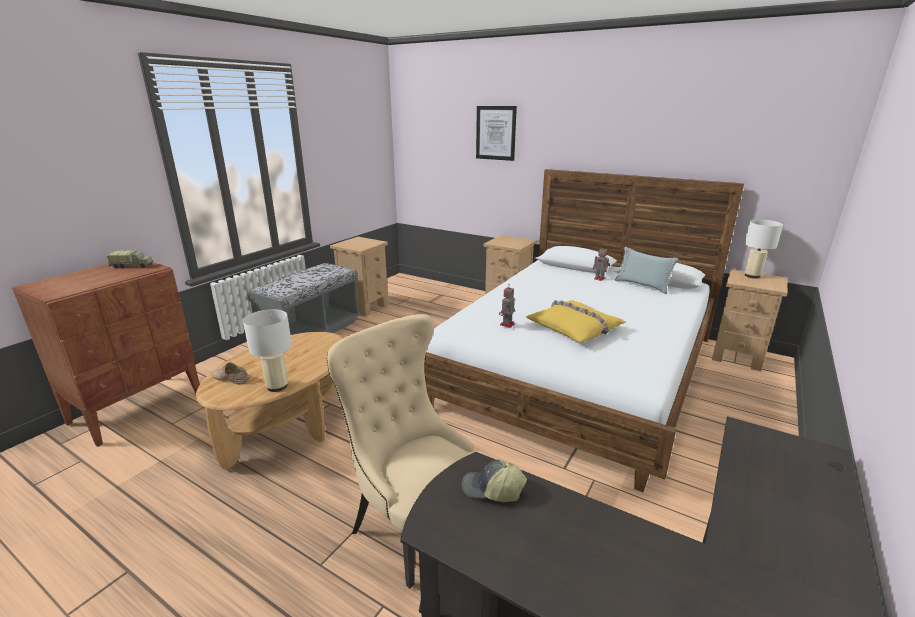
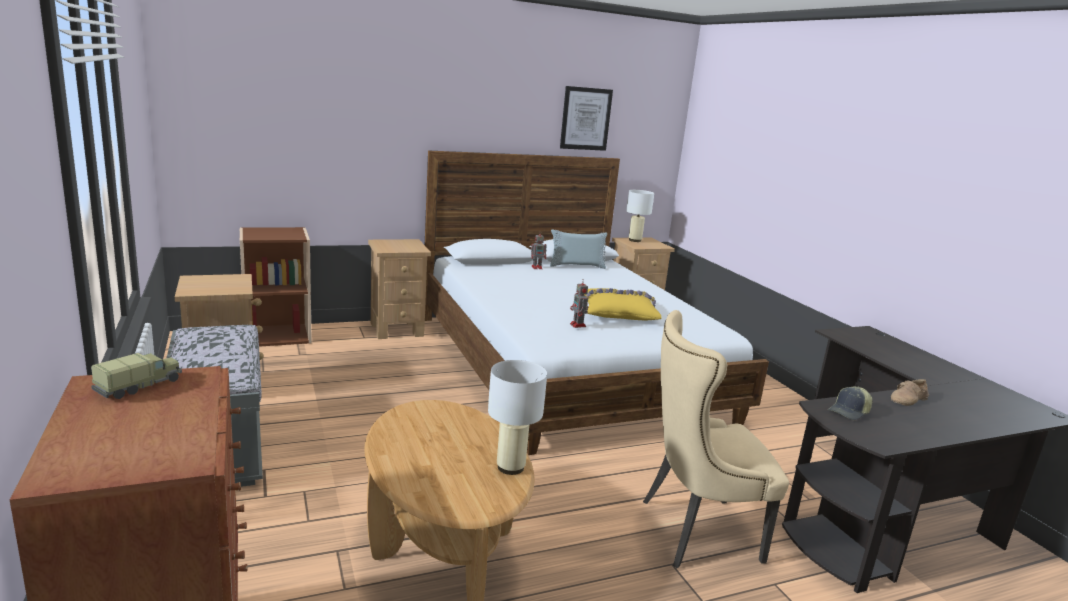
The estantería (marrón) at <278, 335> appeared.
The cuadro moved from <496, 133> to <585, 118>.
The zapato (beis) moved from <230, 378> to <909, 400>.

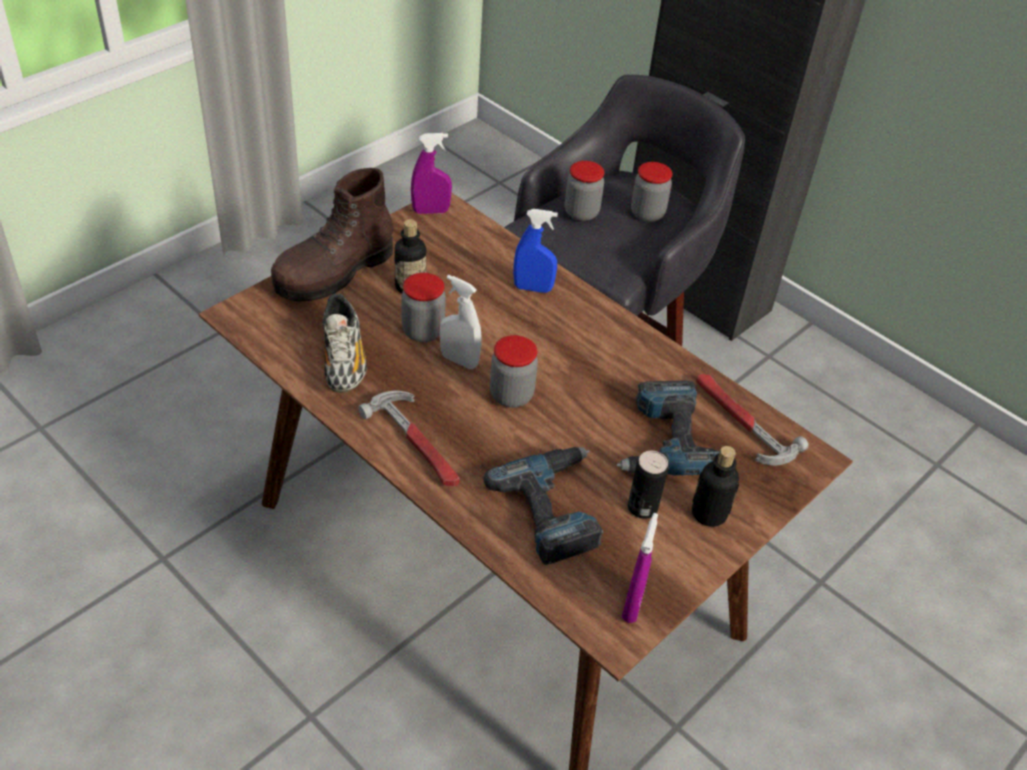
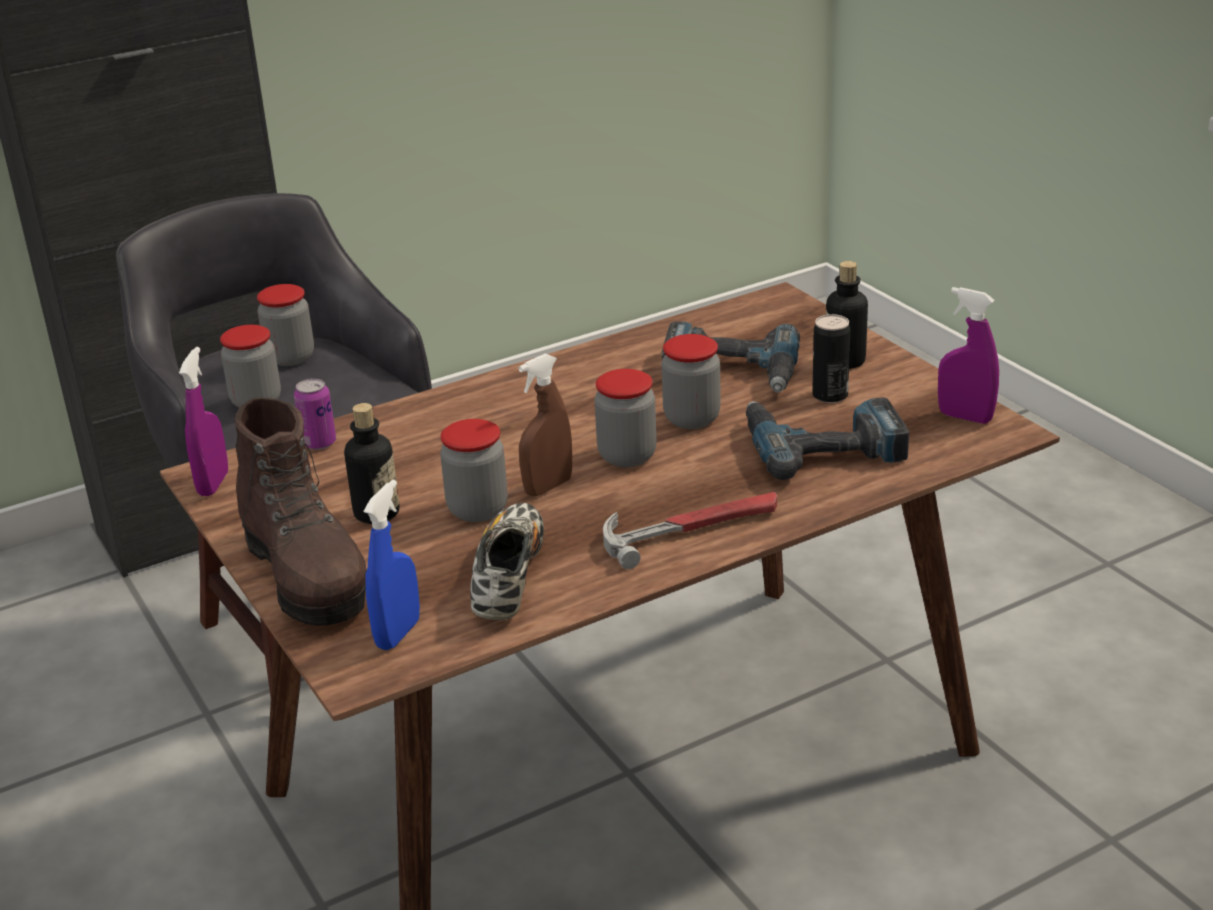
The lata at <319, 443> appeared.
The pulverizador (azul) moved from <533, 288> to <398, 634>.
The zapato at <343, 360> turned 90 degrees counterclockwise.
The pulverizador (blanco) at <459, 360> became the pulverizador (marrón) at <548, 487>.
The tarro at <691, 418> appeared.
The martillo at <740, 422> disappeared.

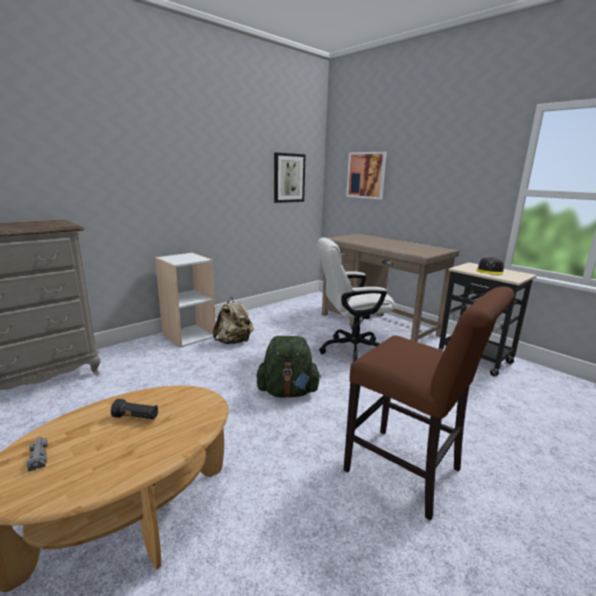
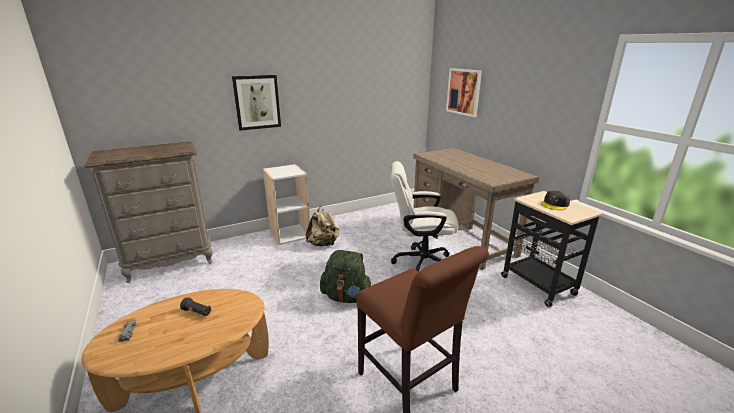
The cuadro moved from <289, 178> to <257, 102>.

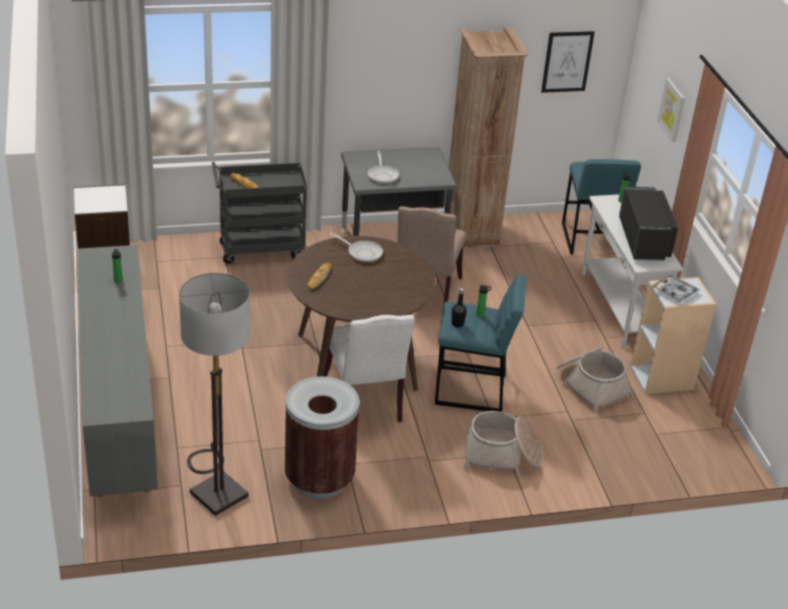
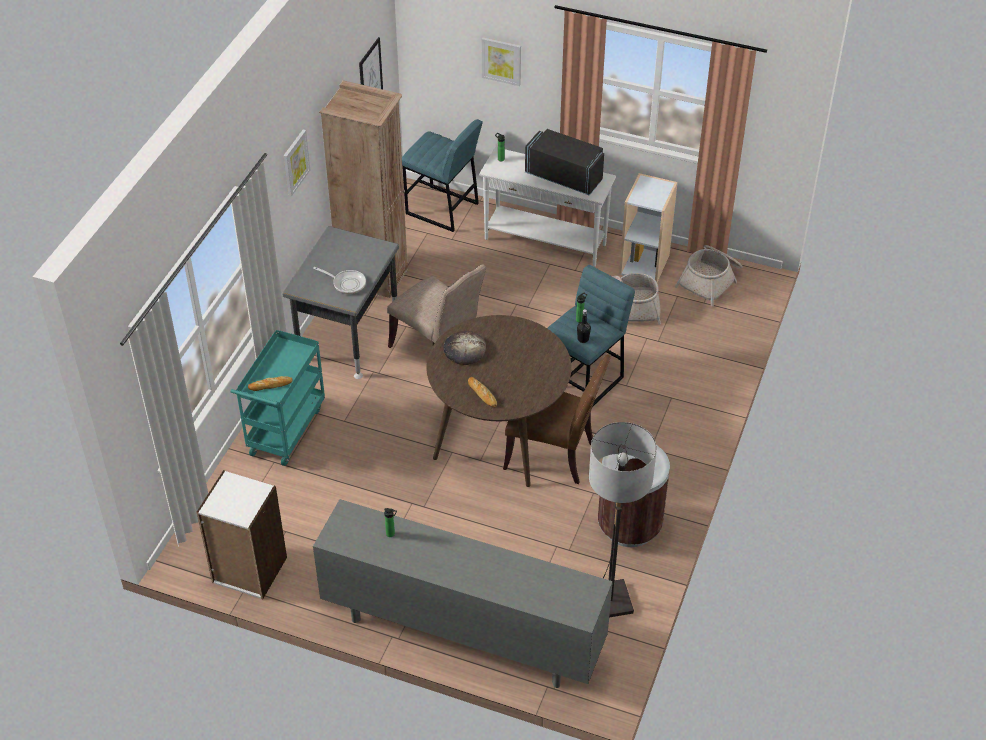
The carrito (gris) at <259, 252> became the carrito (turquesa) at <285, 434>.
The cuadro at <295, 162> appeared.
The sartén at <362, 253> was replaced by the pan at <464, 350>.
The silla (blanco) at <365, 402> became the silla (marrón) at <554, 455>.
The cesta moved from <502, 455> to <710, 280>.
The bandeja at <674, 292> disappeared.

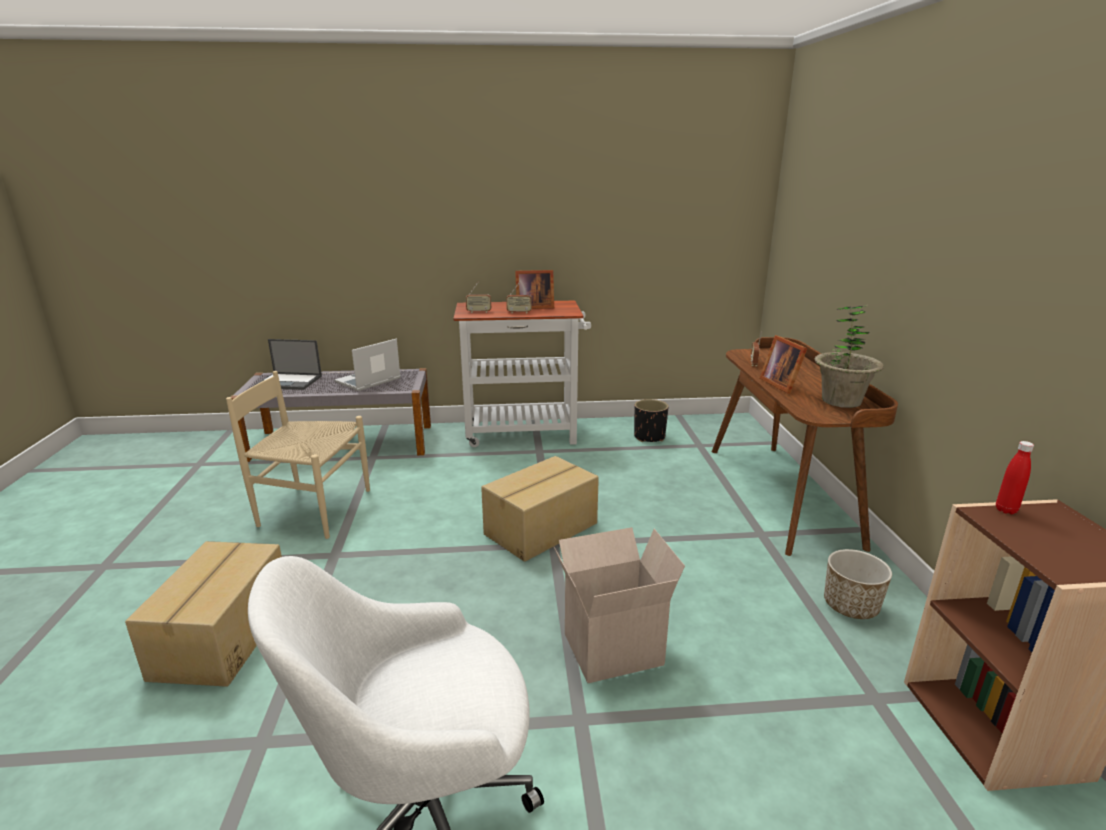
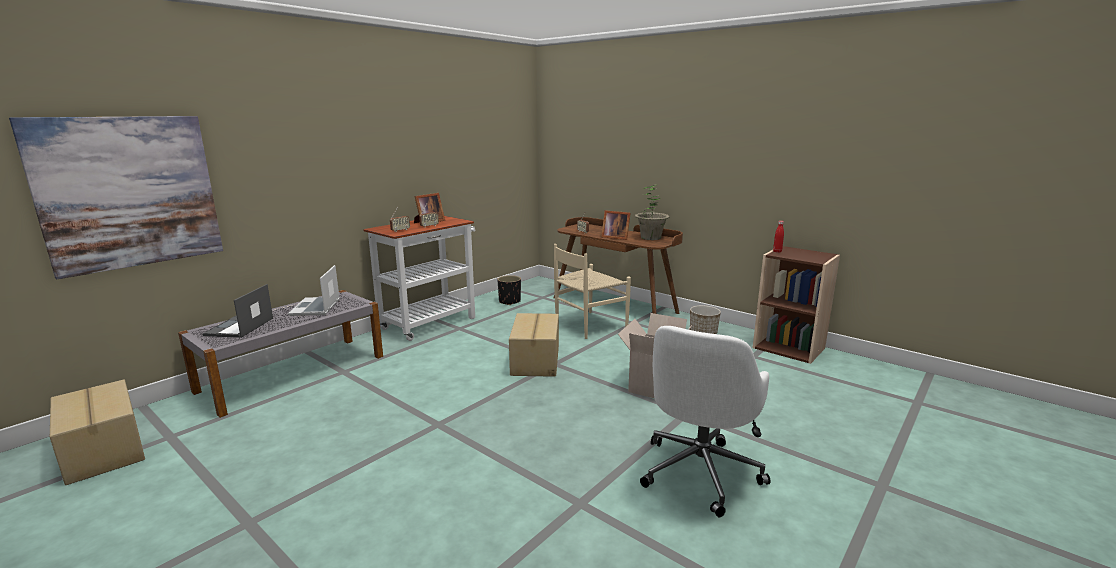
The cuadro at <129, 192> appeared.
The caja de cartón moved from <221, 637> to <102, 451>.
The portátil at <289, 381> turned 135 degrees clockwise.
The silla (beis) moved from <313, 510> to <589, 326>.

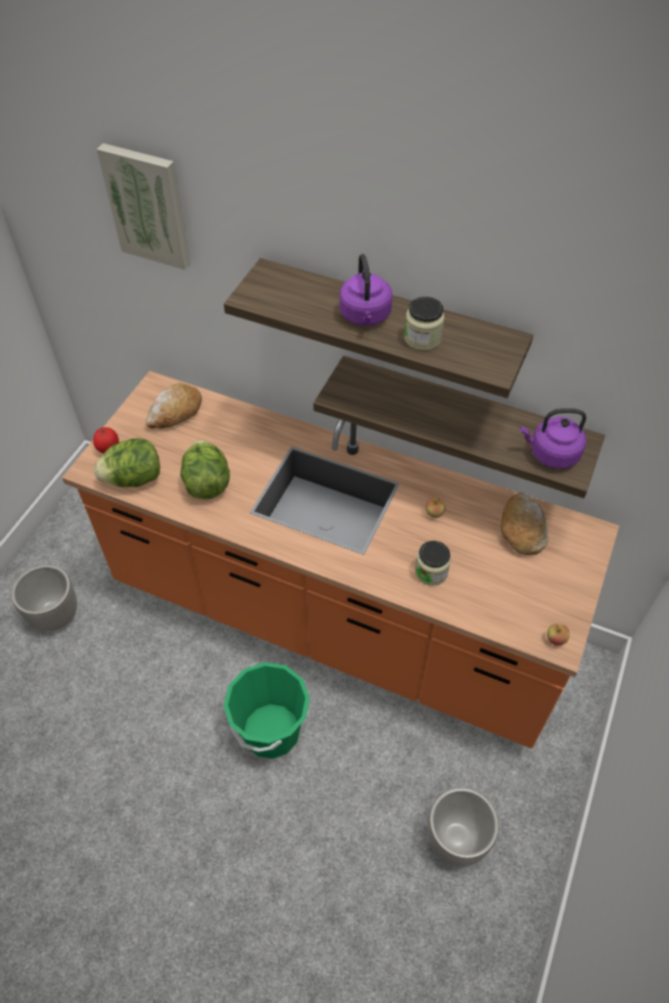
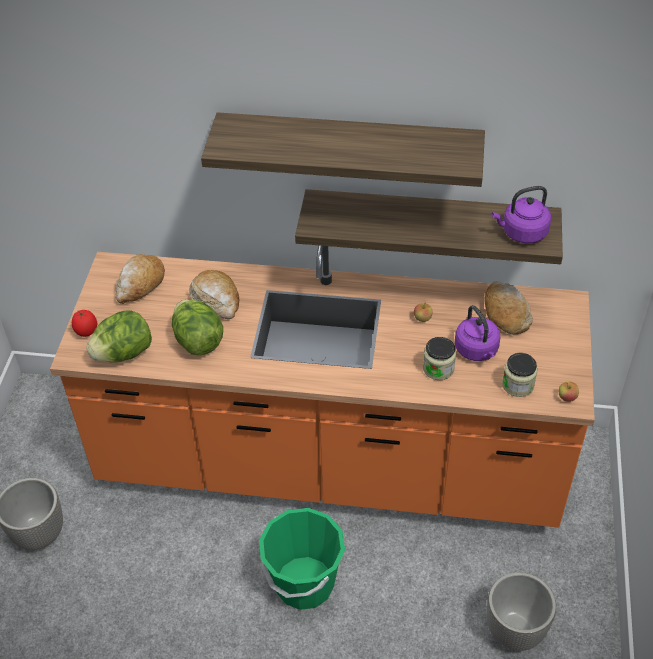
The pan at <216, 300> appeared.
The hervidor (morado) moved from <365, 316> to <477, 351>.
The tarro moved from <422, 338> to <517, 385>.
The cuadro at <148, 206> disappeared.

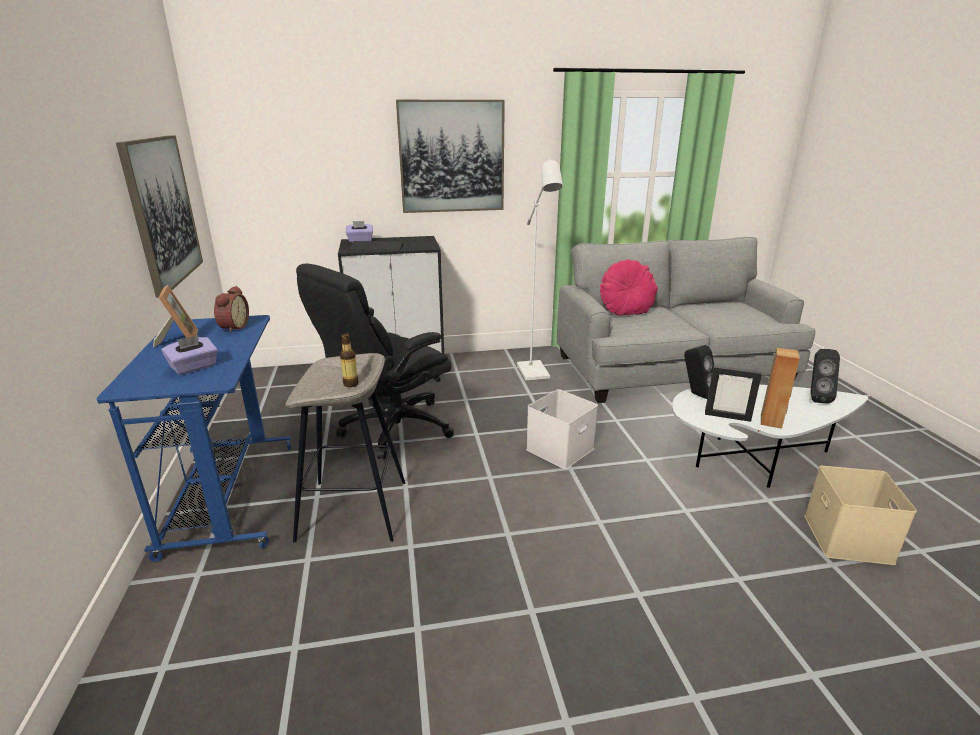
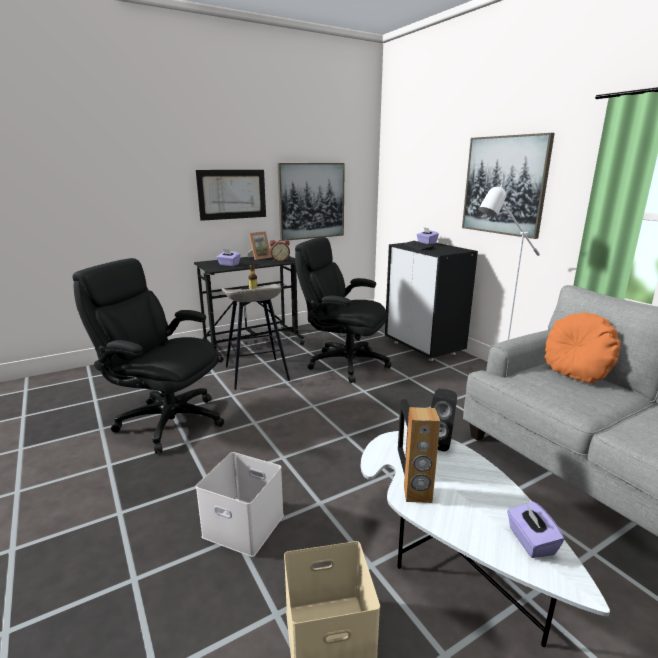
The silla de oficina (negro) at <165, 420> appeared.
The escritorio (azul) at <231, 496> became the escritorio (negro) at <254, 345>.
The cuadro at <232, 194> appeared.
The caja de almacenaje (blanco) moved from <560, 450> to <241, 526>.
The altavoz (negro) at <815, 398> was replaced by the caja de pañuelos (morado) at <530, 541>.
The cojín (rosa) at <625, 313> became the cojín (naranja) at <575, 375>.

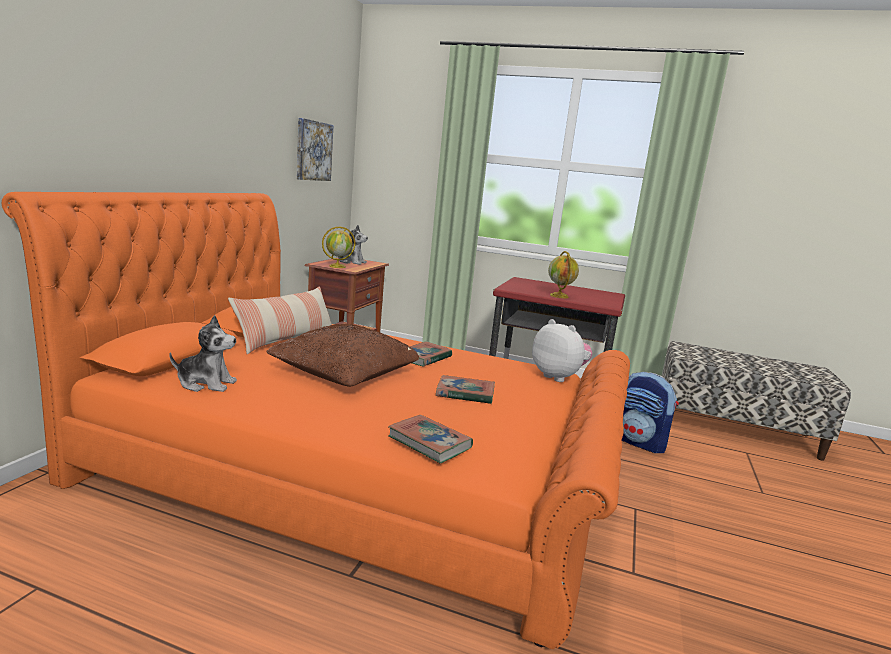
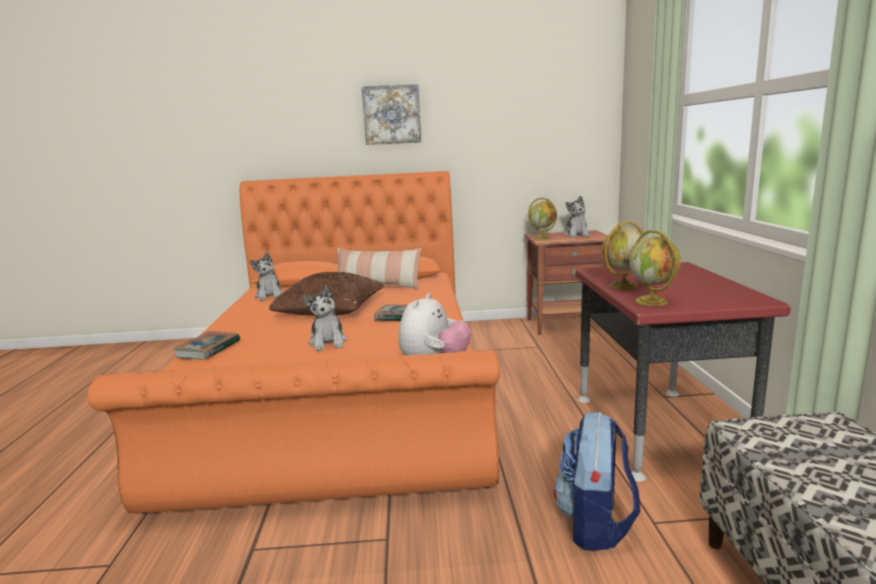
The libro at <465, 394> was replaced by the peluche at <328, 342>.
The cuadro moved from <313, 151> to <392, 115>.
The globo terráqueo at <652, 301> appeared.

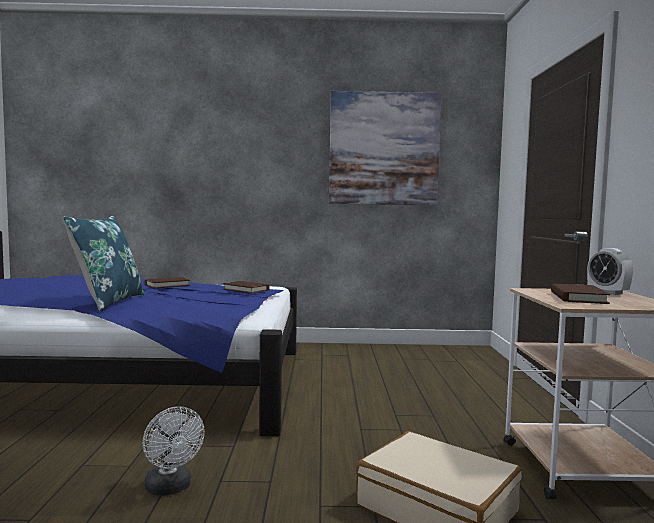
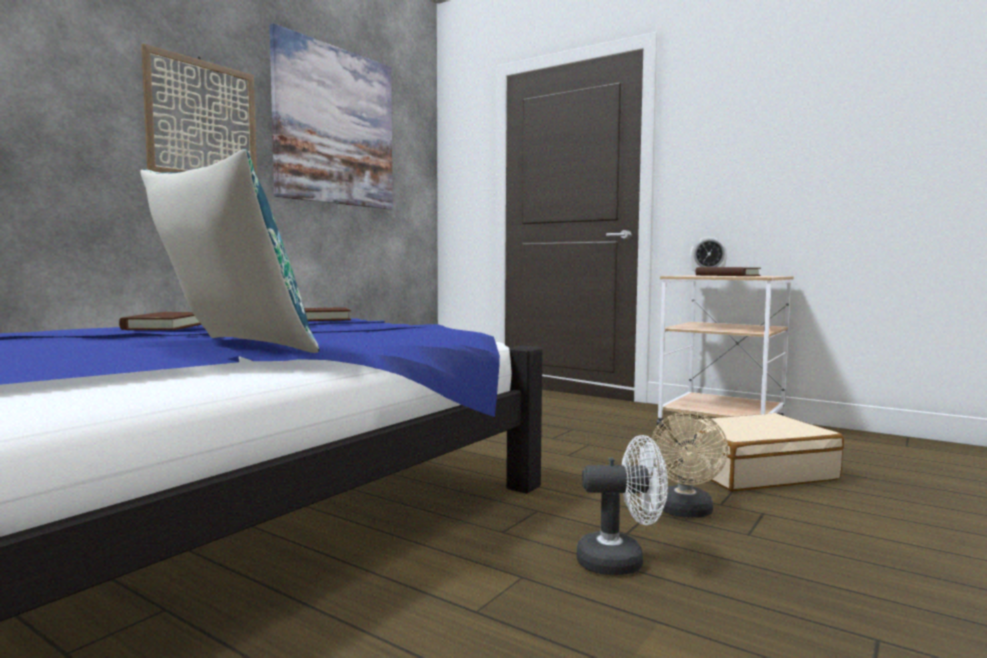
The cuadro at <202, 118> appeared.
The ventilador (beis) at <685, 512> appeared.

